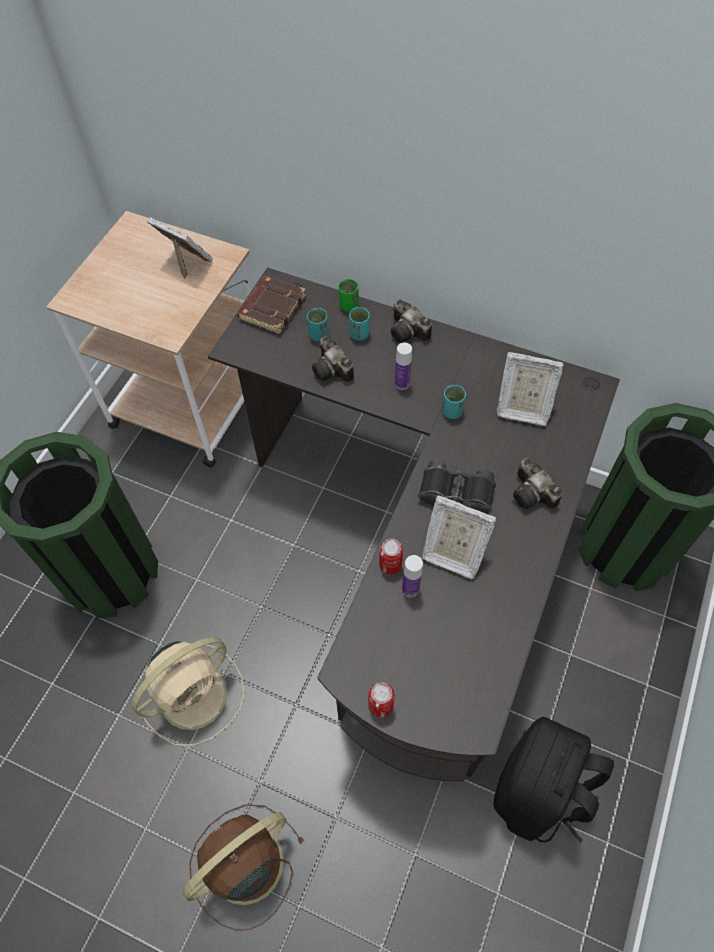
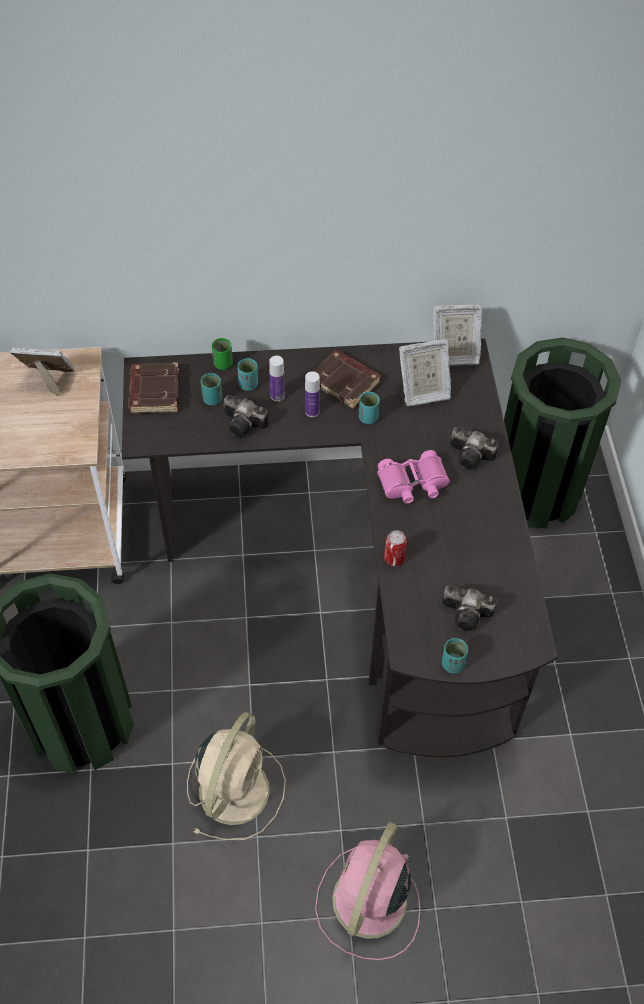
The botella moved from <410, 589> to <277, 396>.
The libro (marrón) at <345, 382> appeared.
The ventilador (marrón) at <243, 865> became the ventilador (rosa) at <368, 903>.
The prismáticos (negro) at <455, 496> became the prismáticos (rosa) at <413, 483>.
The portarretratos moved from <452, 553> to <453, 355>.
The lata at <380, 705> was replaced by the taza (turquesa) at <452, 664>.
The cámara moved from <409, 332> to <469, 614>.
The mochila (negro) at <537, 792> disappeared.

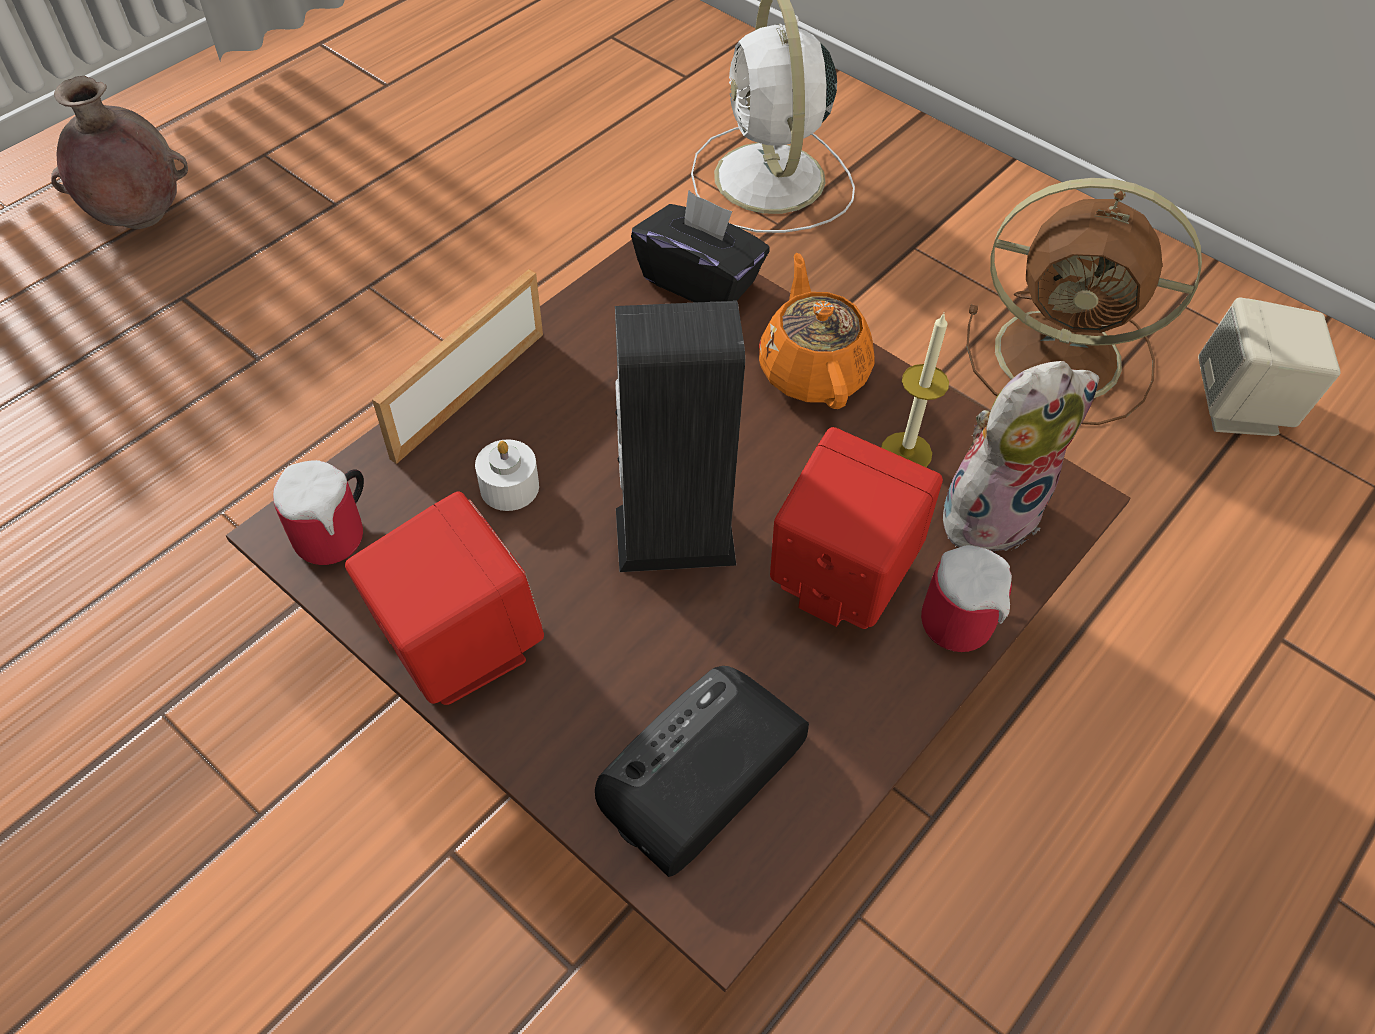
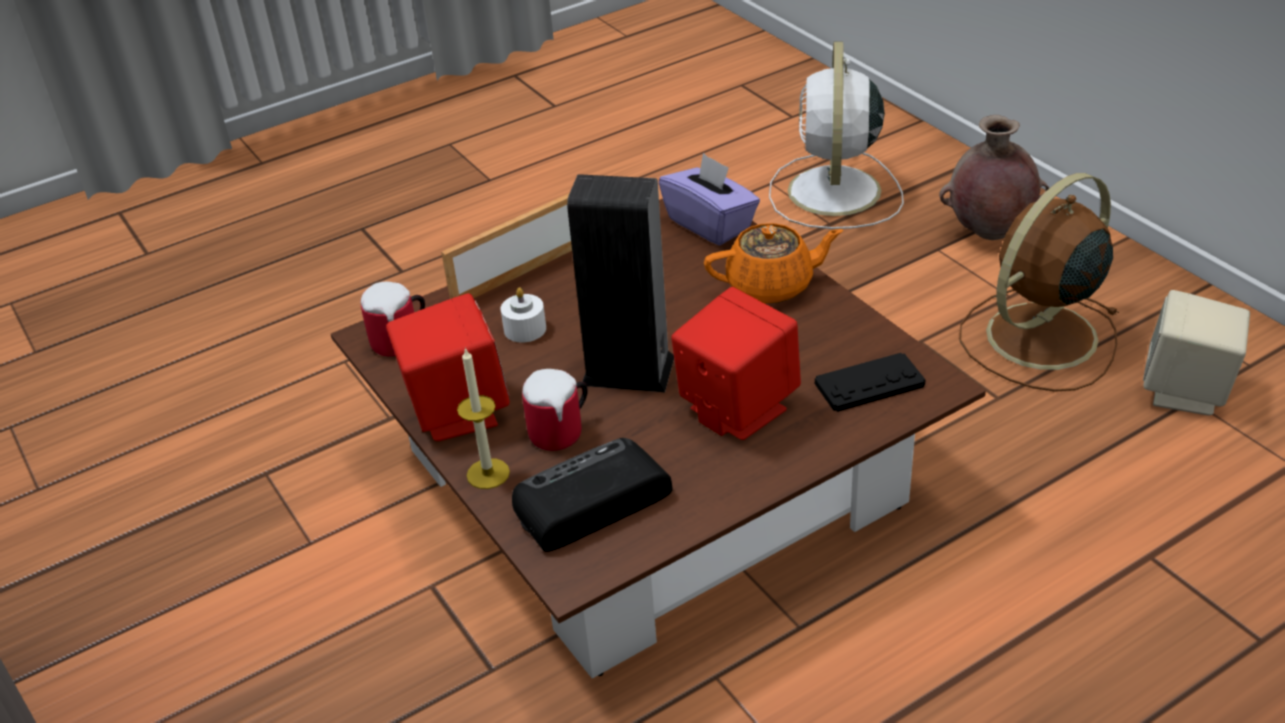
The vela moved from <906, 452> to <488, 473>.
The taza grande moved from <964, 617> to <563, 432>.
The caja de pañuelos (negro) at <700, 281> became the caja de pañuelos (morado) at <710, 224>.
The tetera (naranja) at <812, 370> turned 75 degrees clockwise.
The peluche at <990, 510> was replaced by the mando de consola (negro) at <869, 384>.
The florero (marrón) moved from <140, 218> to <989, 232>.
The ventilador (marrón) at <1063, 357> turned 105 degrees clockwise.

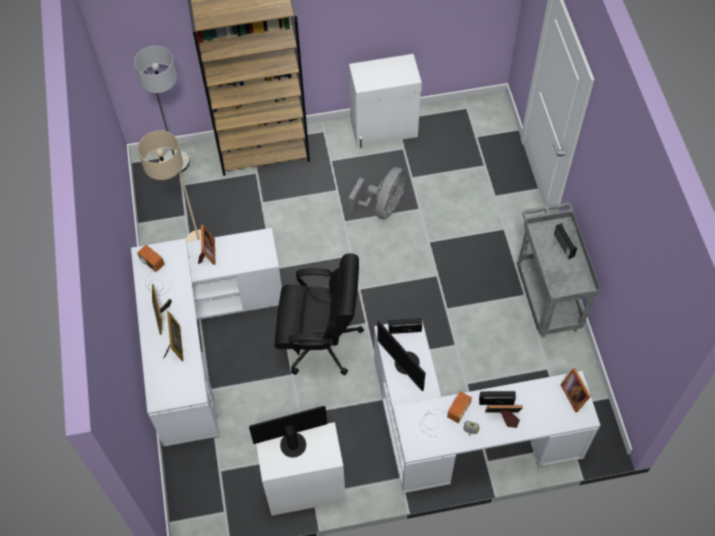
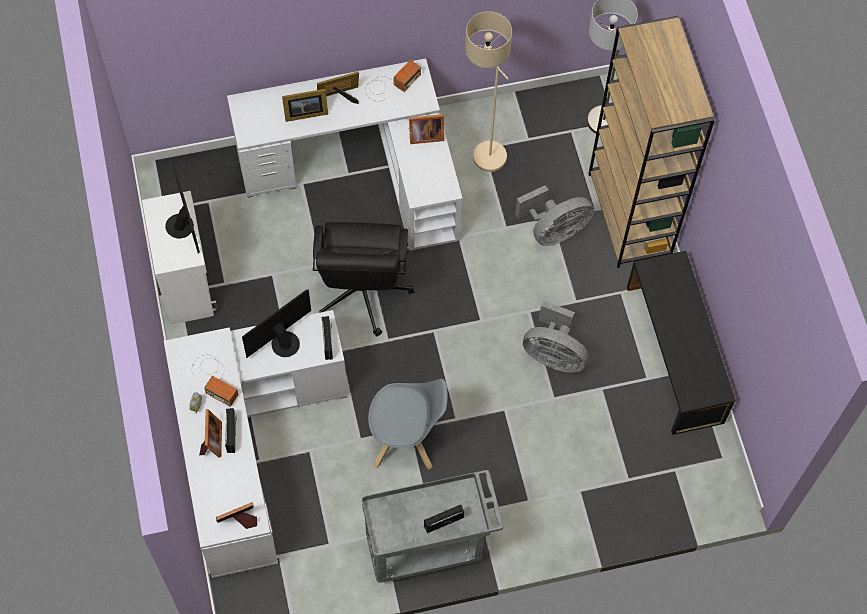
The silla (gris) at <406, 439> appeared.
The ventilador (gris) at <554, 231> appeared.
The armario (blanco) at <384, 129> was replaced by the banco (negro) at <676, 355>.

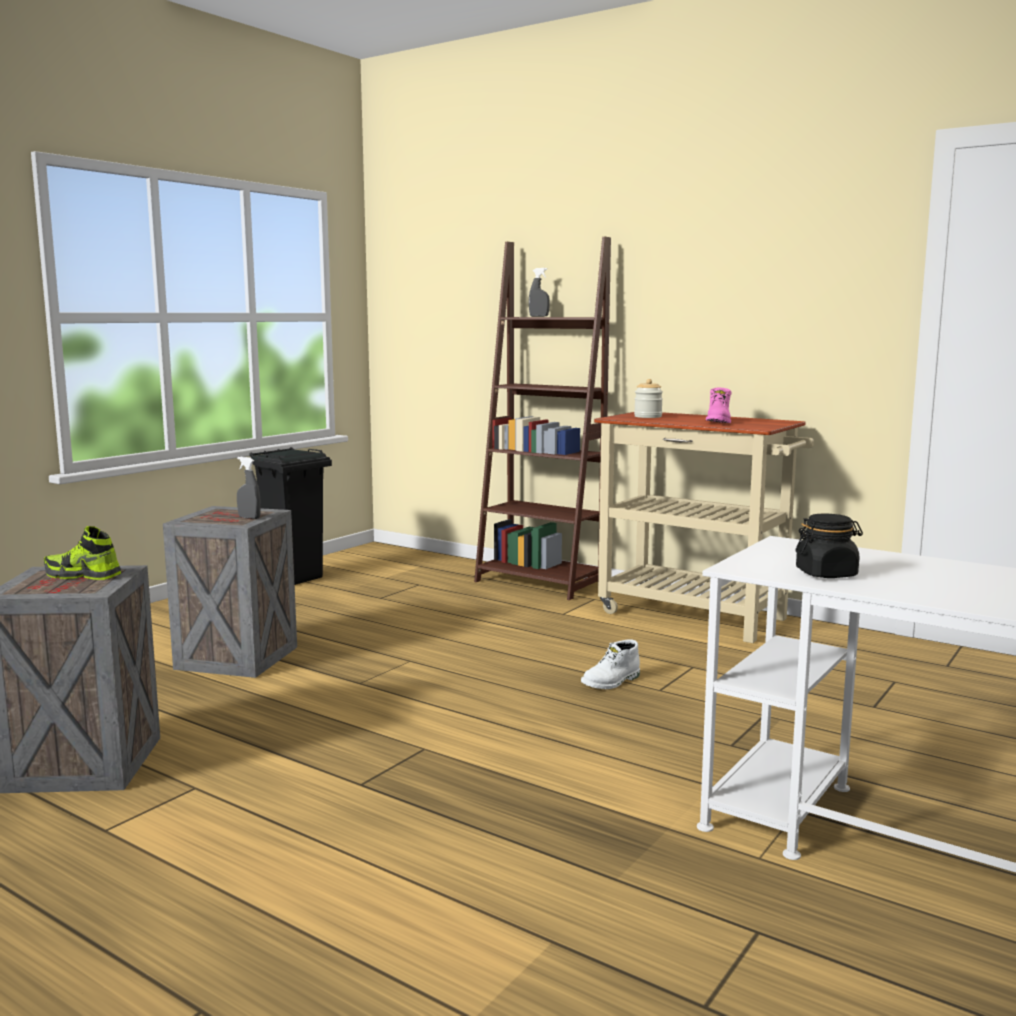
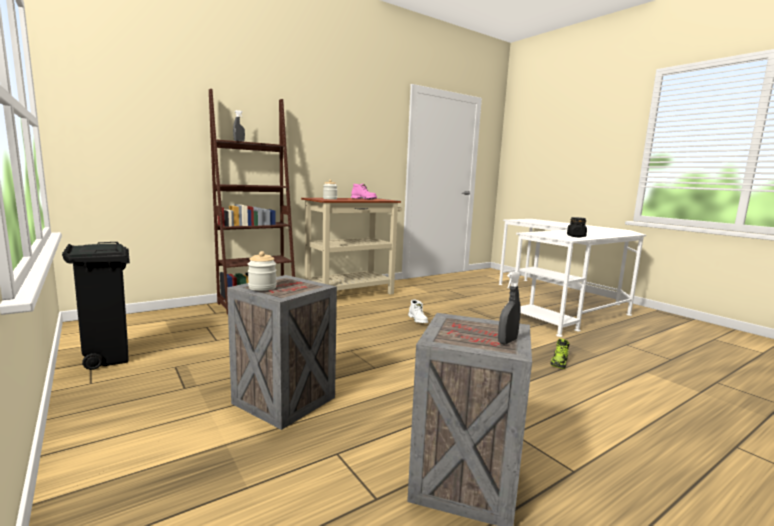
The tarro at <262, 287> appeared.
The pulverizador (gris) moved from <249, 518> to <507, 341>.
The zapato moved from <82, 575> to <559, 363>.

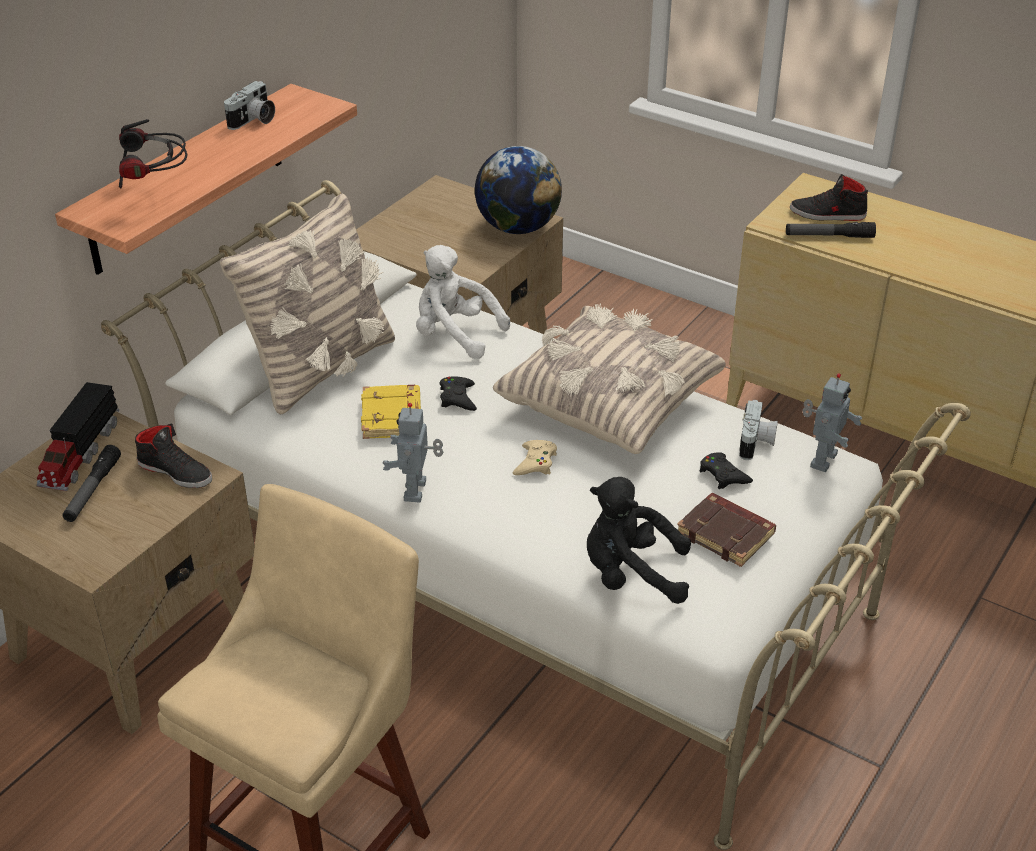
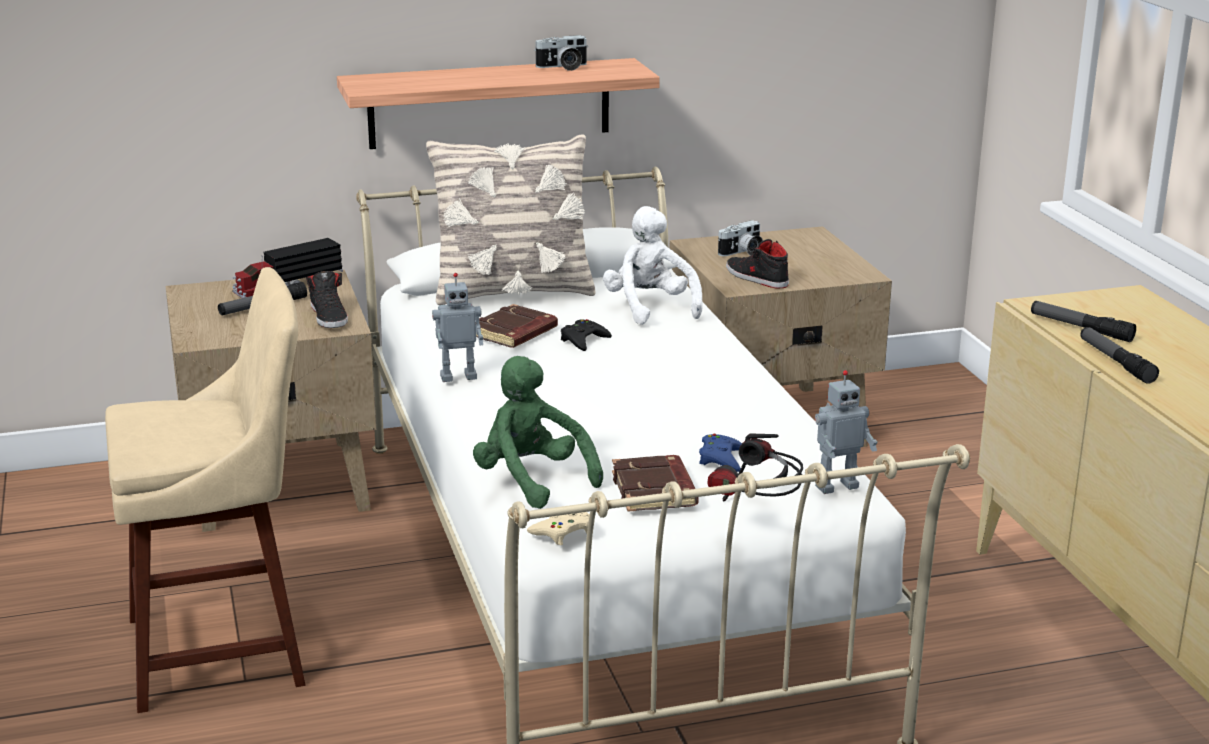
The robot de juguete at <417, 491> turned 150 degrees counterclockwise.
The peluche (negro) at <631, 574> became the peluche (verde) at <531, 480>.
The libro (amarillo) at <393, 417> became the libro (marrón) at <514, 333>.
The mando de consola (beis) moved from <535, 463> to <563, 532>.
The mando de consola (negro) at <723, 475> became the mando de consola (azul) at <721, 459>.
The auriculares moved from <156, 191> to <755, 517>.
The cámara moved from <756, 443> to <742, 253>.
The zapato (negro) moved from <827, 214> to <756, 278>.
The linterna at <1116, 362> appeared.
The globo terráqueo at <518, 227> disappeared.
The cojín (beis) at <608, 405> disappeared.

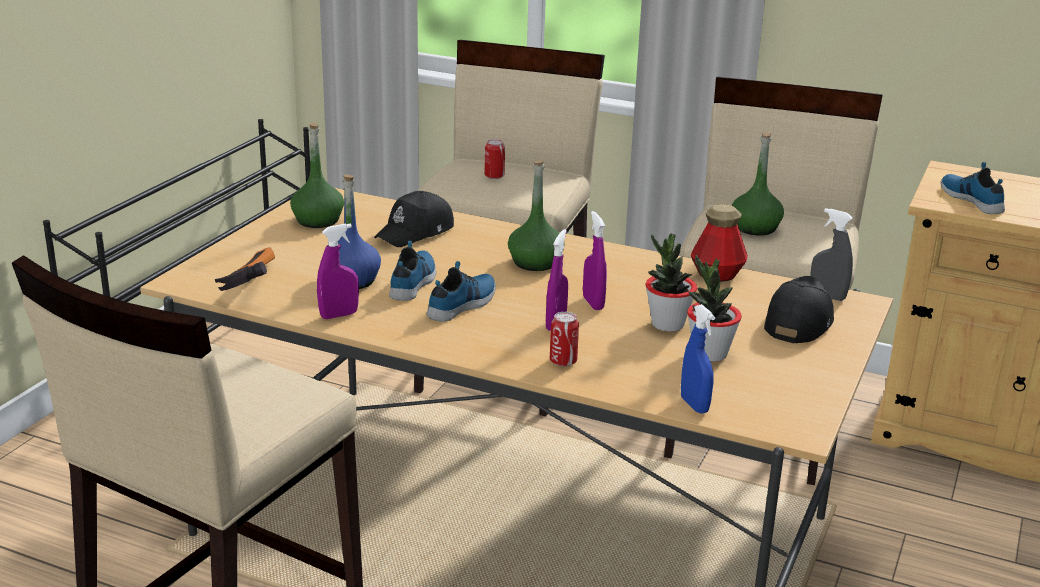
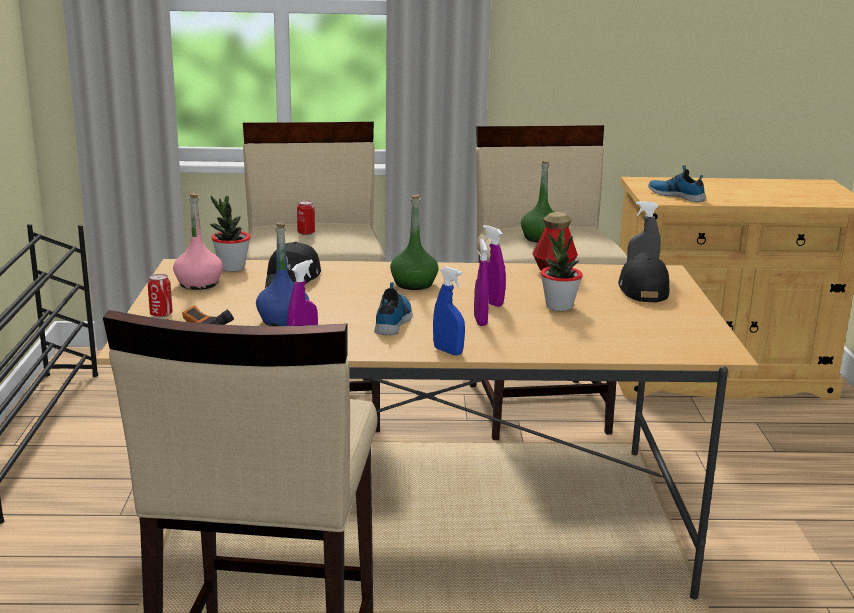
The lata moved from <563, 361> to <161, 314>.
The botella (verde) at <318, 220> became the botella (rosa) at <199, 284>.
The planta en maceta moved from <709, 354> to <232, 268>.
The pulverizador (azul) moved from <694, 405> to <448, 351>.
The zapato at <414, 282> disappeared.

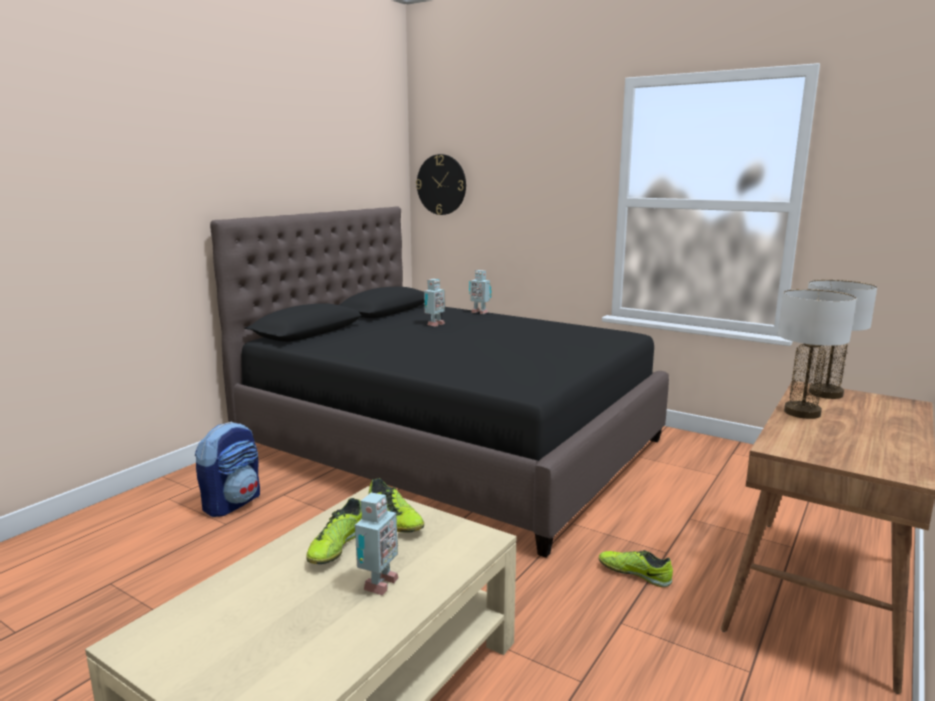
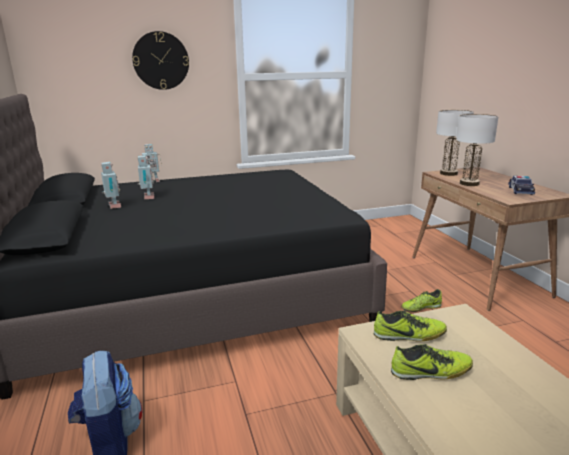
The robot de juguete moved from <377, 584> to <113, 207>.
The reloj de pared moved from <441, 184> to <161, 61>.
The zapato at <336, 547> turned 60 degrees counterclockwise.
The coche de juguete at <520, 191> appeared.

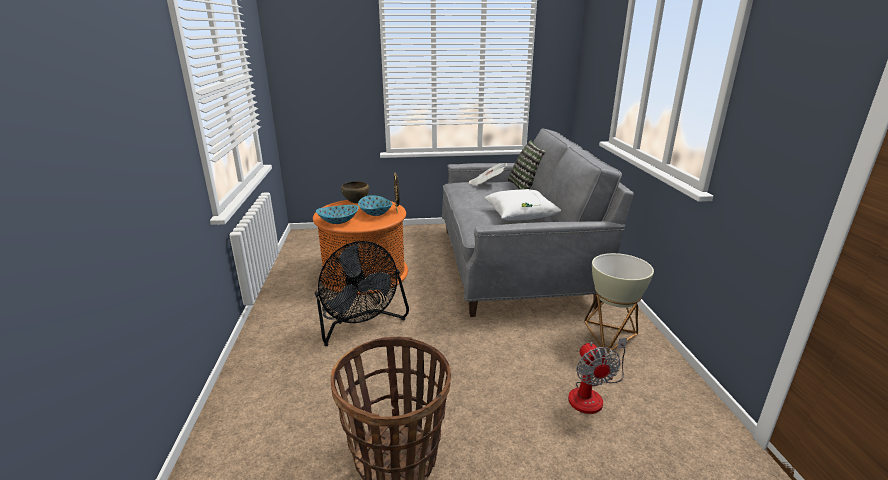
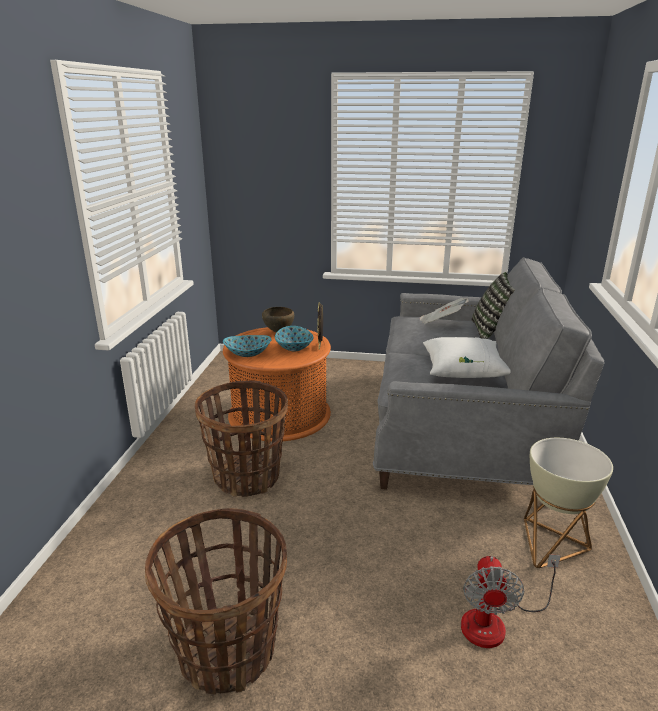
The ventilador (negro) at <356, 324> was replaced by the cesta at <247, 477>.

